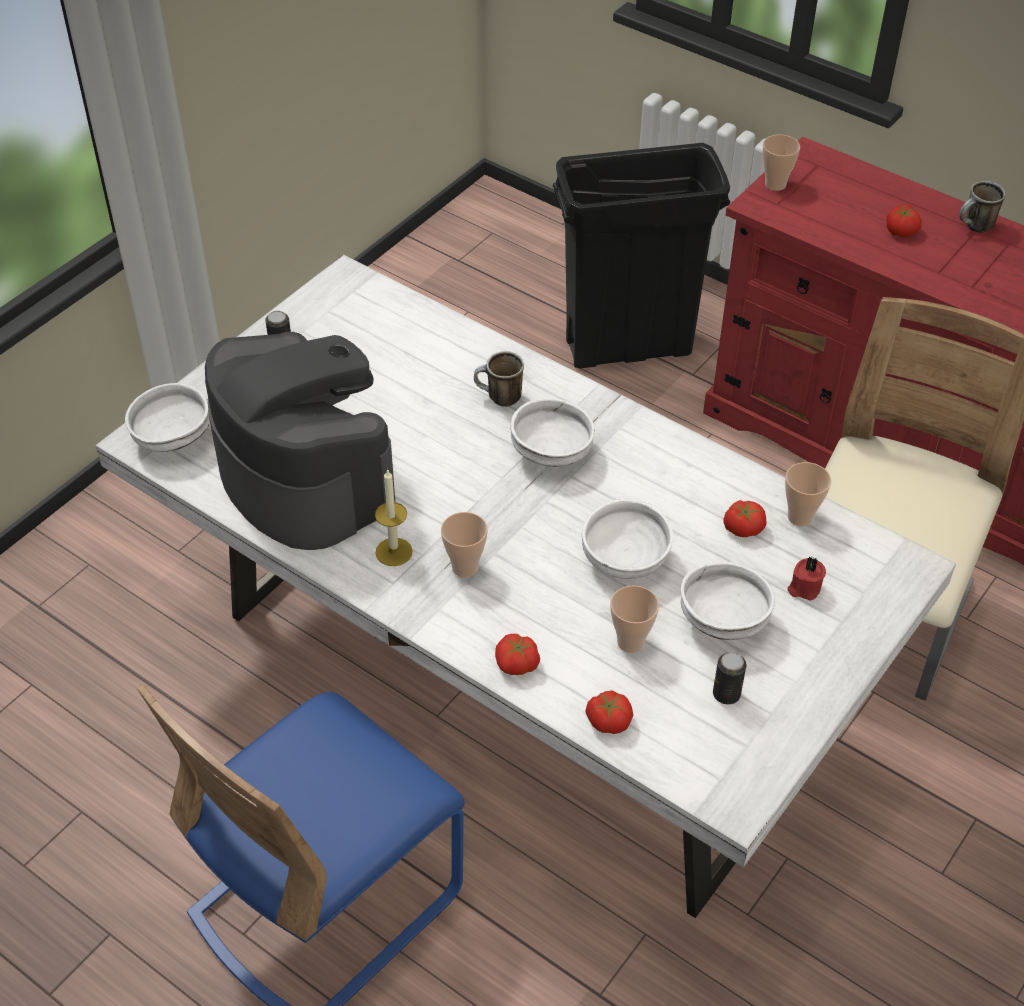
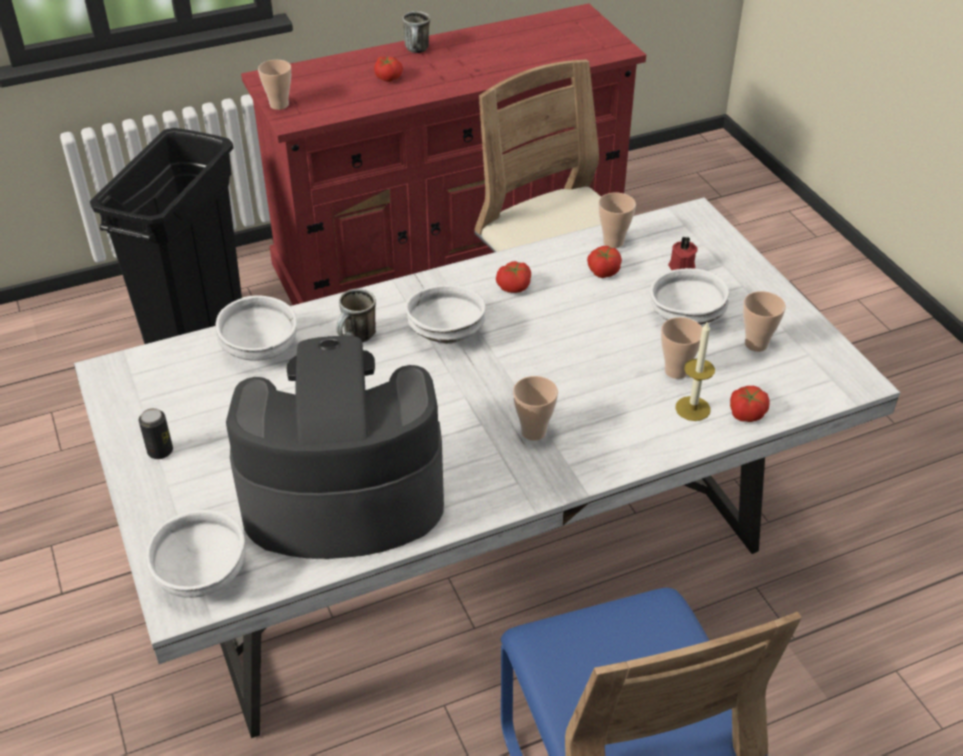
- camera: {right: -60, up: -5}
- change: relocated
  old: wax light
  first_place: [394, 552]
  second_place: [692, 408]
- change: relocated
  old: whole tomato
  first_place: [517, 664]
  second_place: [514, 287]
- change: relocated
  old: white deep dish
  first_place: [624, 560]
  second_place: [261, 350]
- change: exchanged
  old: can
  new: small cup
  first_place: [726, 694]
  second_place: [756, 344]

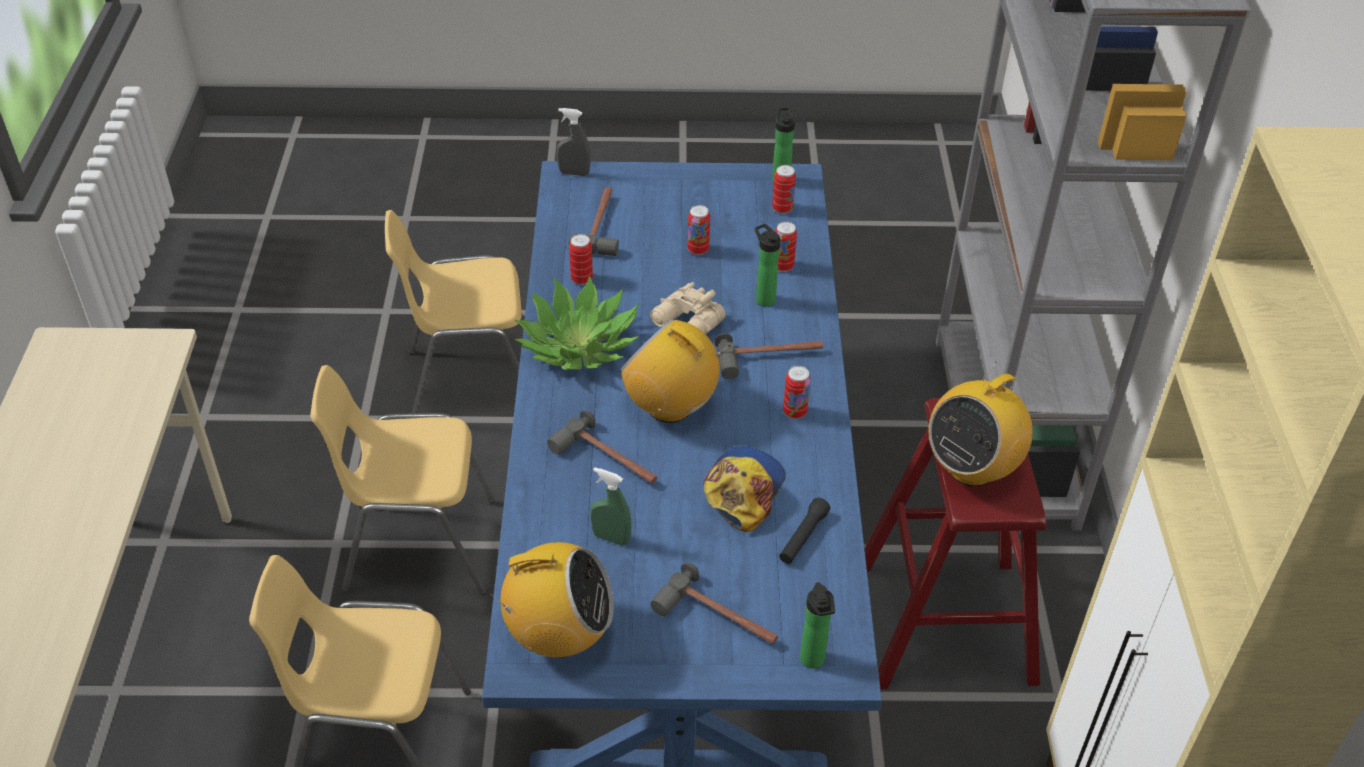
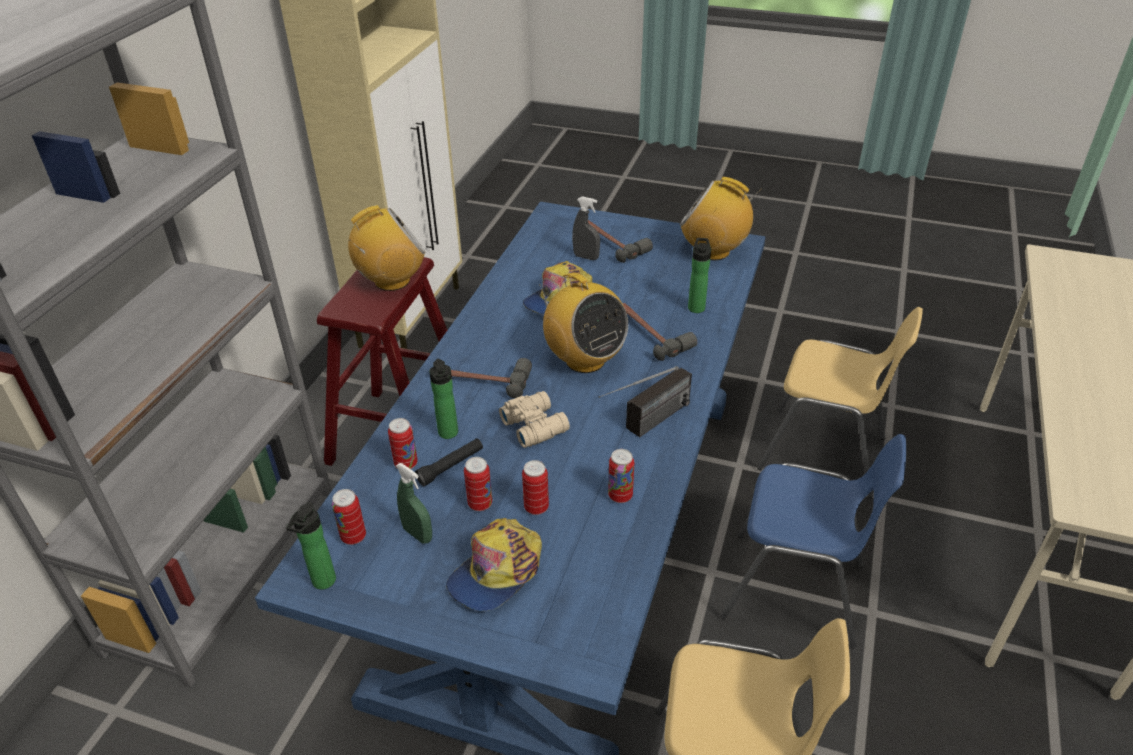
- camera: {right: -160, up: -5}
- change: missing
  old: tool hammer
  first_place: [602, 226]
- change: appeared
  new: peaked cap
  second_place: [496, 571]
- change: relocated
  old: grey spray bottle
  first_place: [574, 173]
  second_place: [586, 257]
- change: relocated
  old: green-coloured spray bottle
  first_place: [611, 538]
  second_place: [417, 534]
- change: relocated
  old: black hand torch
  first_place: [803, 537]
  second_place: [451, 467]
- change: relocated
  old: can
  first_place: [794, 412]
  second_place: [536, 507]
- change: relocated
  old: drink bottle
  first_place: [813, 662]
  second_place: [696, 306]
- change: exchanged
  old: potted plant
  new: radio set
  first_place: [578, 345]
  second_place: [645, 426]
- change: colour
  old: yellowish plain chair
  new: blue plain chair
  first_place: [418, 545]
  second_place: [795, 591]

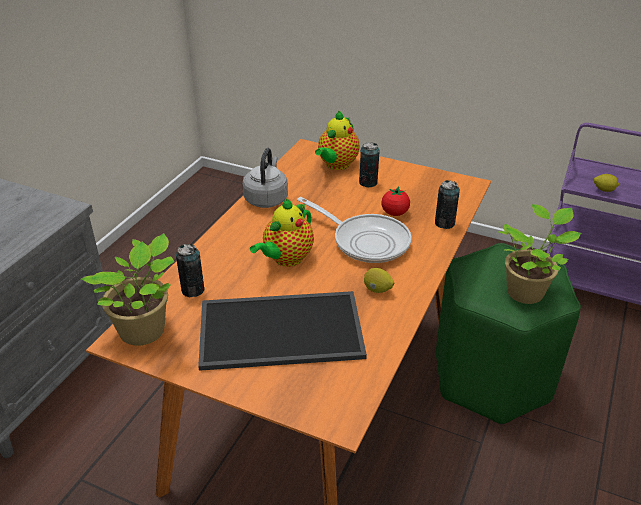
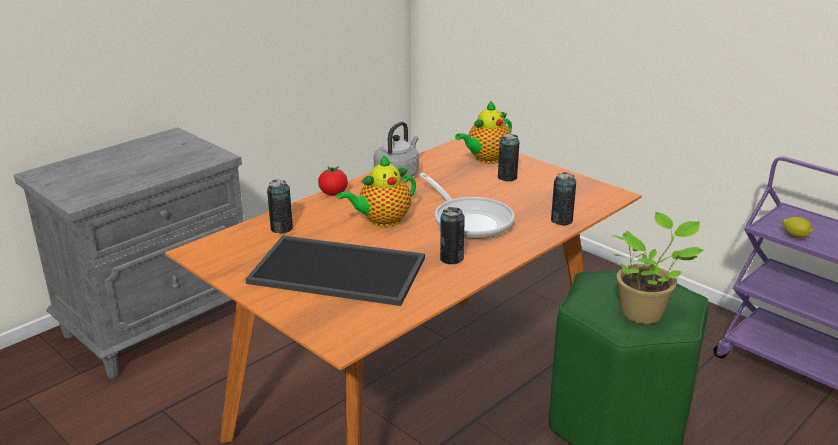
- camera: {right: 20, up: -10}
- change: missing
  old: potted plant
  first_place: [145, 331]
- change: relocated
  old: whole tomato
  first_place: [394, 213]
  second_place: [333, 193]
- change: exchanged
  old: citrus fruit
  new: can
  first_place: [377, 290]
  second_place: [451, 259]

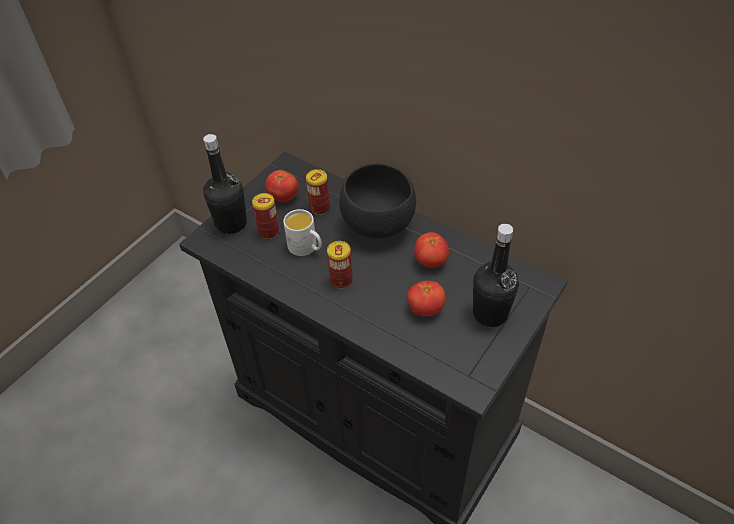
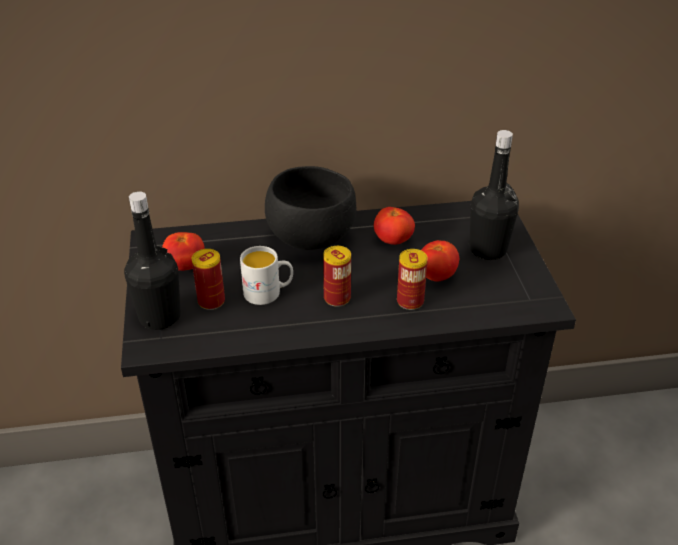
- camera: {right: -45, up: -10}
- change: relocated
  old: can
  first_place: [320, 208]
  second_place: [410, 301]

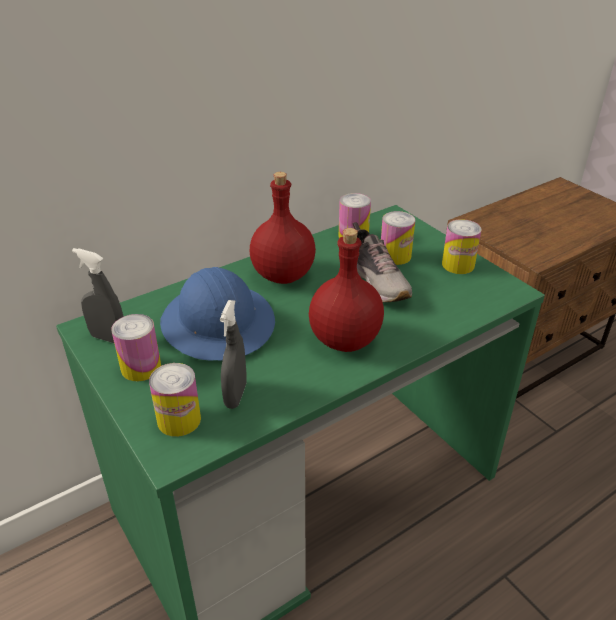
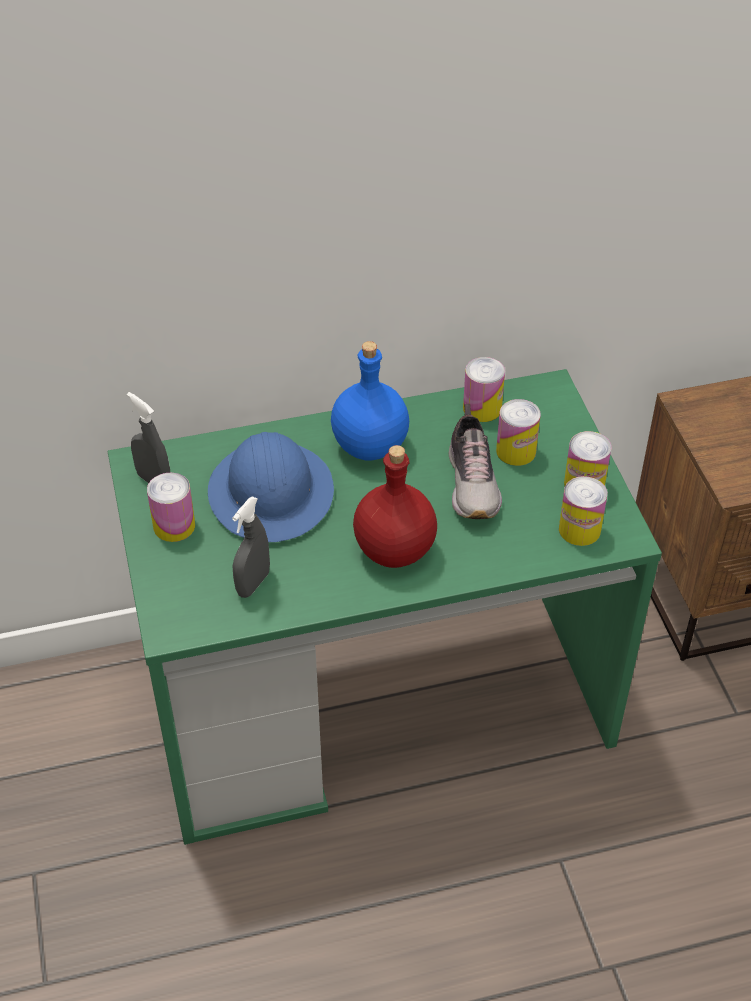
- camera: {right: 20, up: 10}
- change: relocated
  old: can
  first_place: [179, 420]
  second_place: [579, 530]
- change: colour
  old: red-coloured drink bottle
  new: blue drink bottle
  first_place: [282, 275]
  second_place: [369, 445]

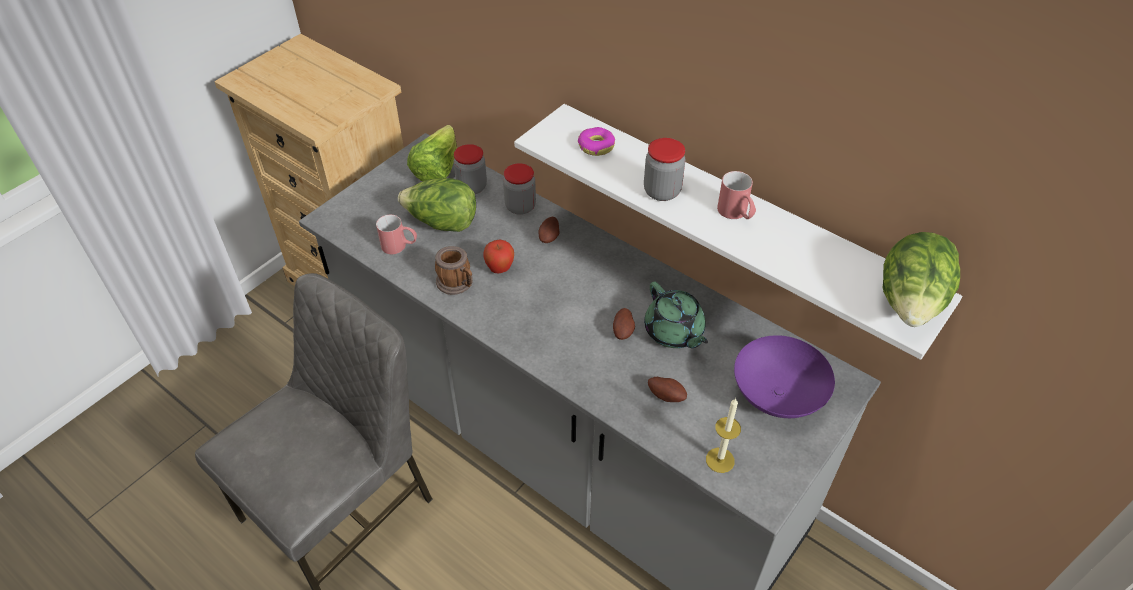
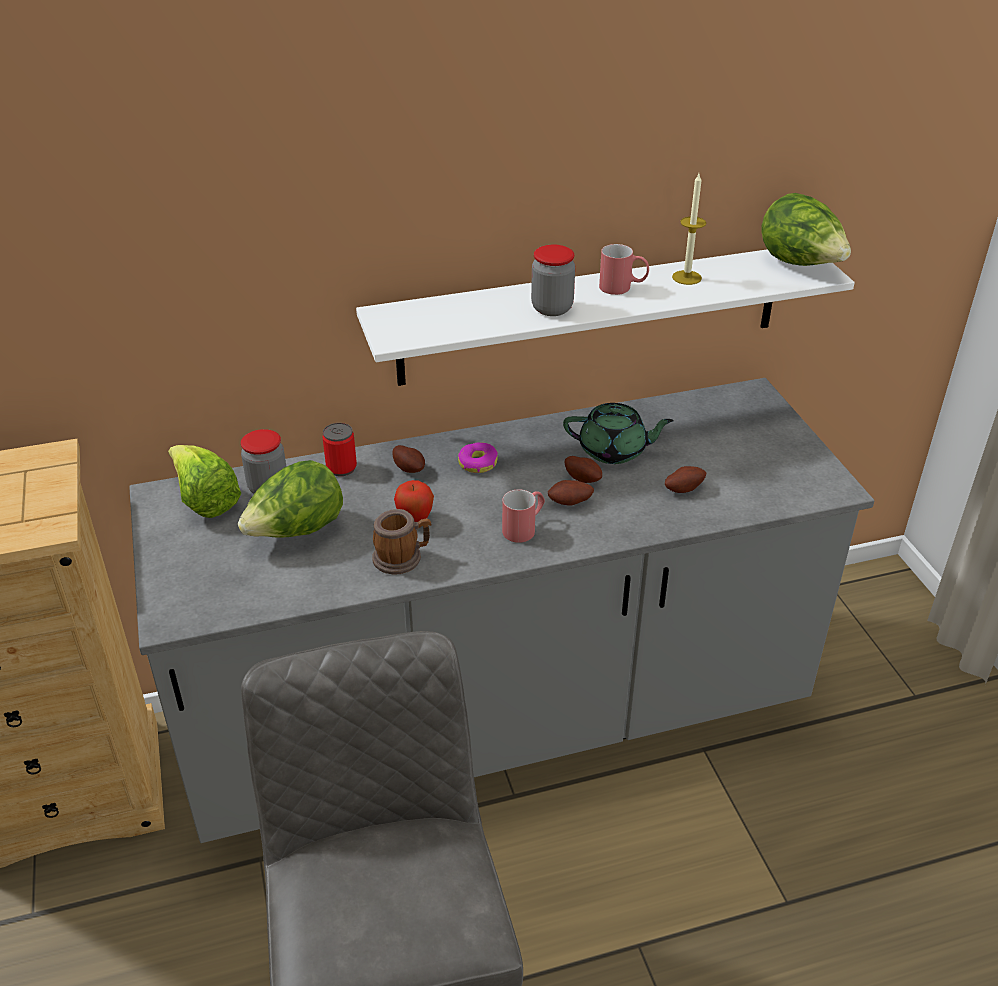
- camera: {right: -55, up: -10}
- change: missing
  old: purple deep dish
  first_place: [776, 394]
- change: appeared
  new: spud
  second_place: [570, 503]
- change: relocated
  old: red-coloured tea mug
  first_place: [400, 246]
  second_place: [524, 528]
- change: relocated
  old: doughnut
  first_place: [596, 146]
  second_place: [477, 463]
- change: relocated
  old: wax light
  first_place: [720, 460]
  second_place: [686, 277]
- change: exchanged
  old: storage jar
  new: can
  first_place: [520, 206]
  second_place: [341, 468]

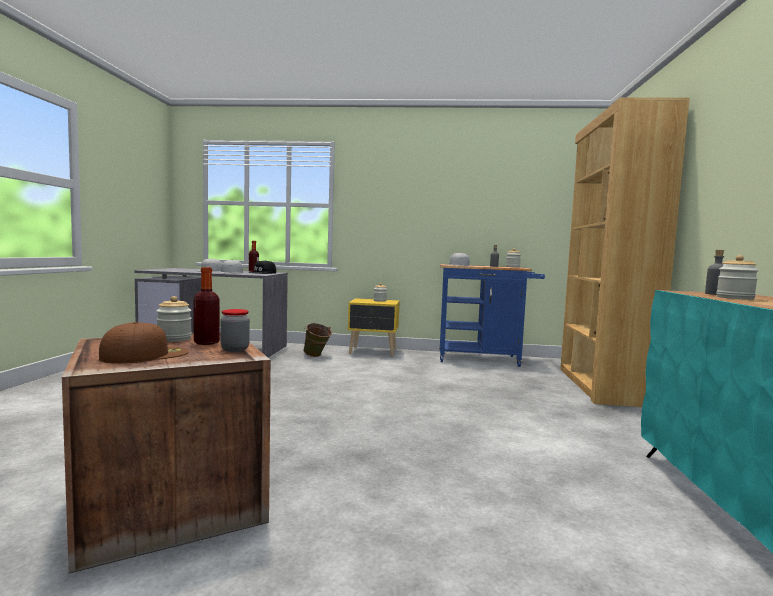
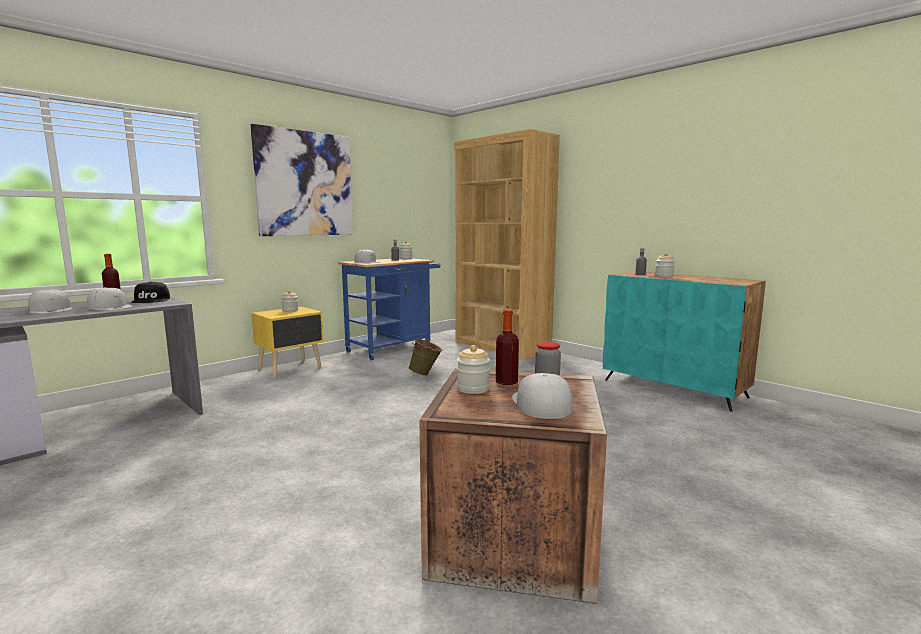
- camera: {right: -50, up: 5}
- change: appeared
  new: wall picture
  second_place: [305, 184]
- change: relocated
  old: green-coloured water bucket
  first_place: [316, 356]
  second_place: [426, 374]
- change: colour
  old: brown-coloured peaked cap
  new: white peaked cap
  first_place: [146, 354]
  second_place: [540, 403]

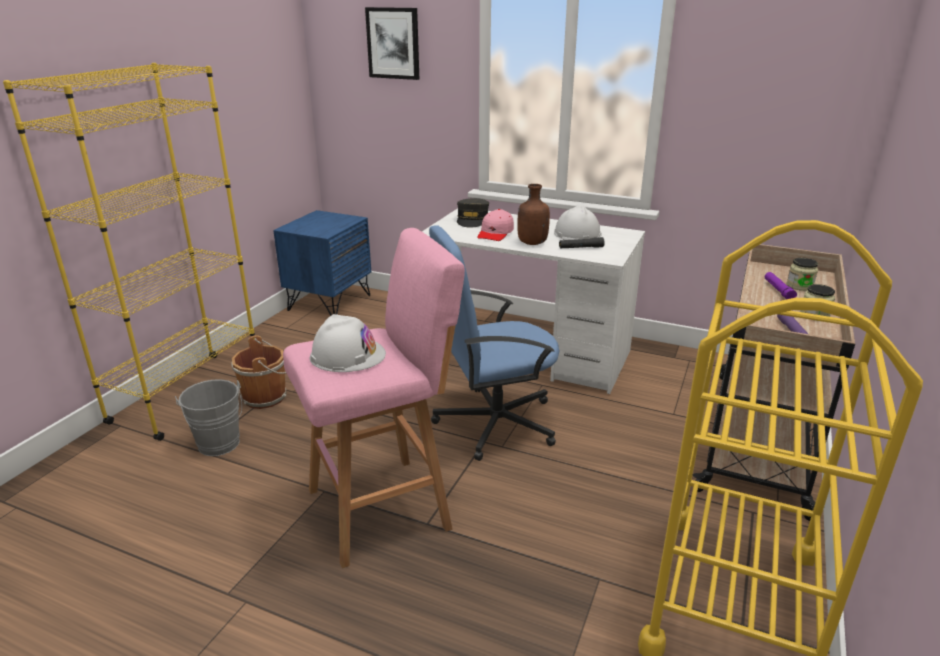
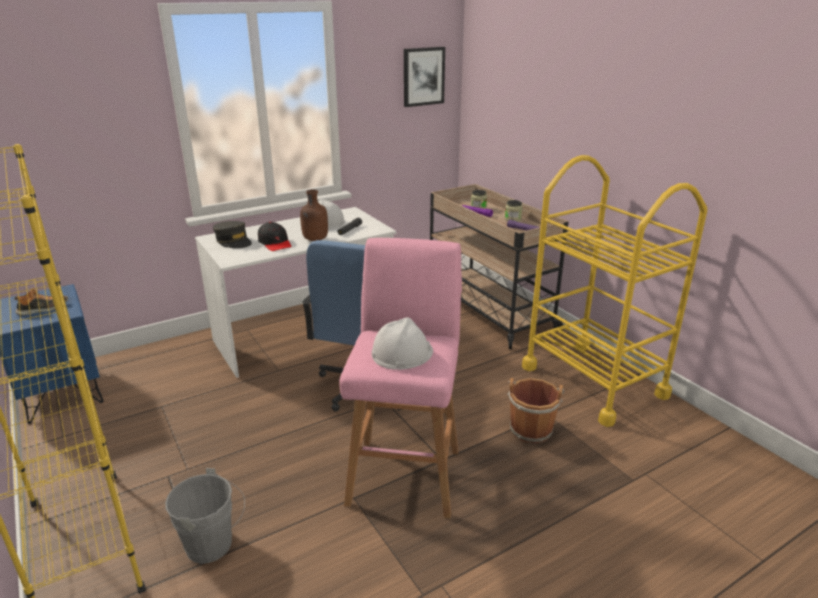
- camera: {right: -55, up: 0}
- change: appeared
  new: item of footwear
  second_place: [43, 309]
- change: relocated
  old: brown-coloured water bucket
  first_place: [267, 396]
  second_place: [530, 428]
- change: relocated
  old: wall picture
  first_place: [393, 43]
  second_place: [423, 76]
- change: colour
  old: pinkish peaked cap
  new: black peaked cap
  first_place: [495, 233]
  second_place: [275, 243]

